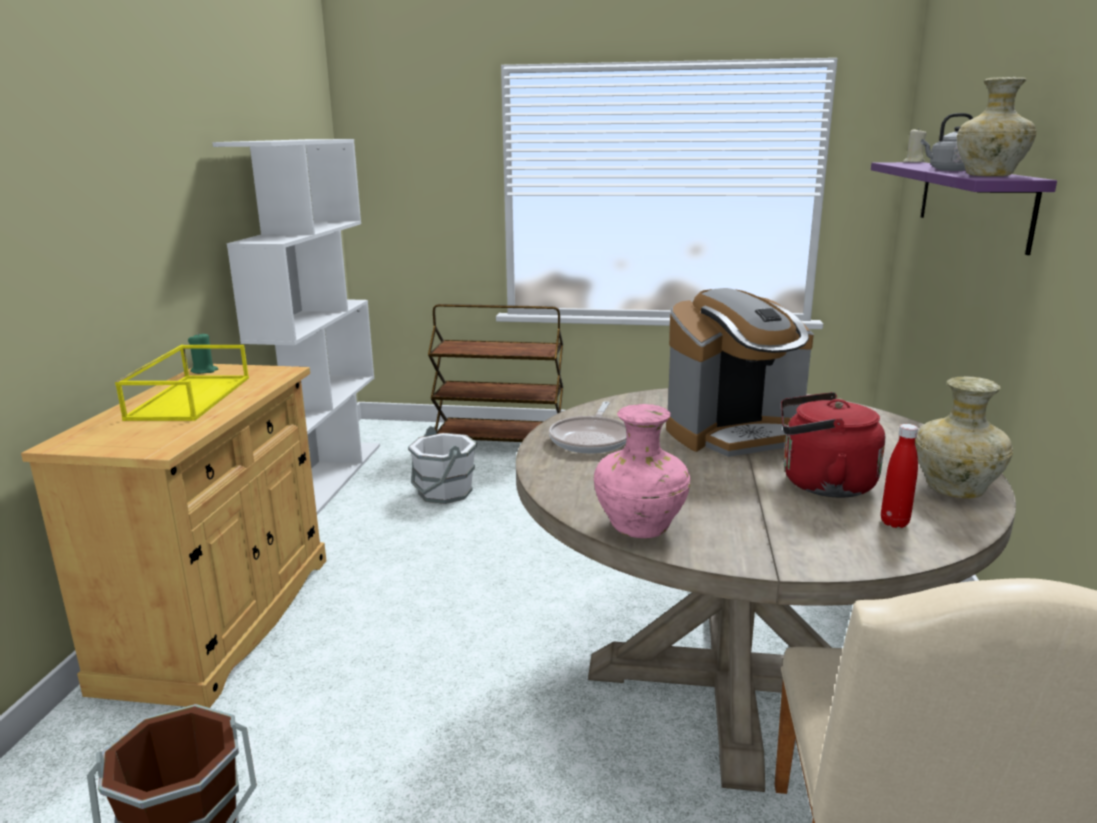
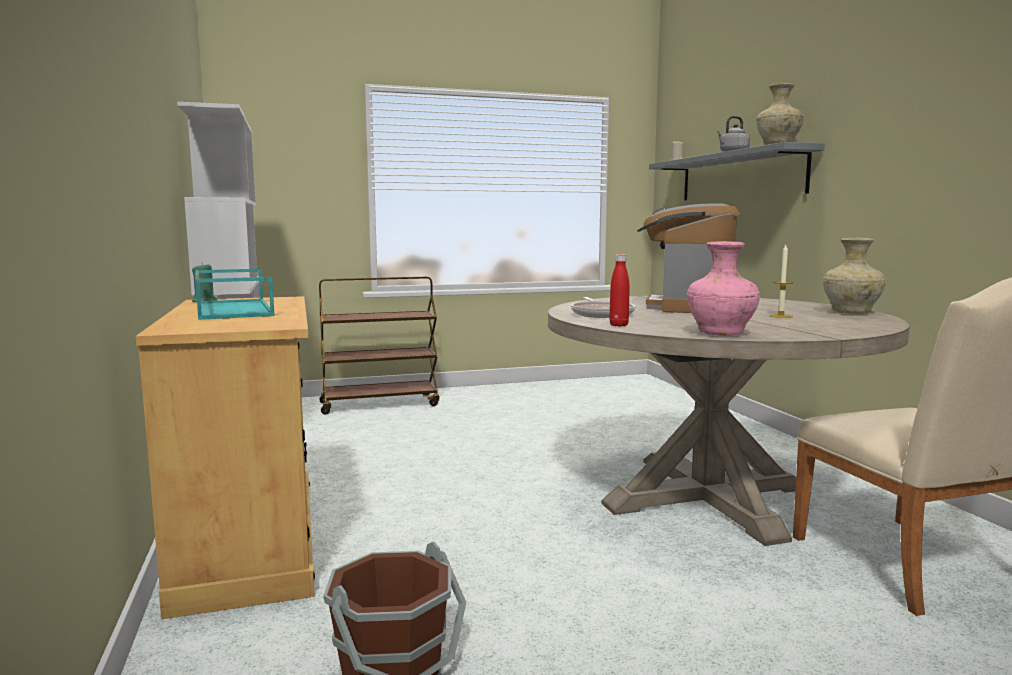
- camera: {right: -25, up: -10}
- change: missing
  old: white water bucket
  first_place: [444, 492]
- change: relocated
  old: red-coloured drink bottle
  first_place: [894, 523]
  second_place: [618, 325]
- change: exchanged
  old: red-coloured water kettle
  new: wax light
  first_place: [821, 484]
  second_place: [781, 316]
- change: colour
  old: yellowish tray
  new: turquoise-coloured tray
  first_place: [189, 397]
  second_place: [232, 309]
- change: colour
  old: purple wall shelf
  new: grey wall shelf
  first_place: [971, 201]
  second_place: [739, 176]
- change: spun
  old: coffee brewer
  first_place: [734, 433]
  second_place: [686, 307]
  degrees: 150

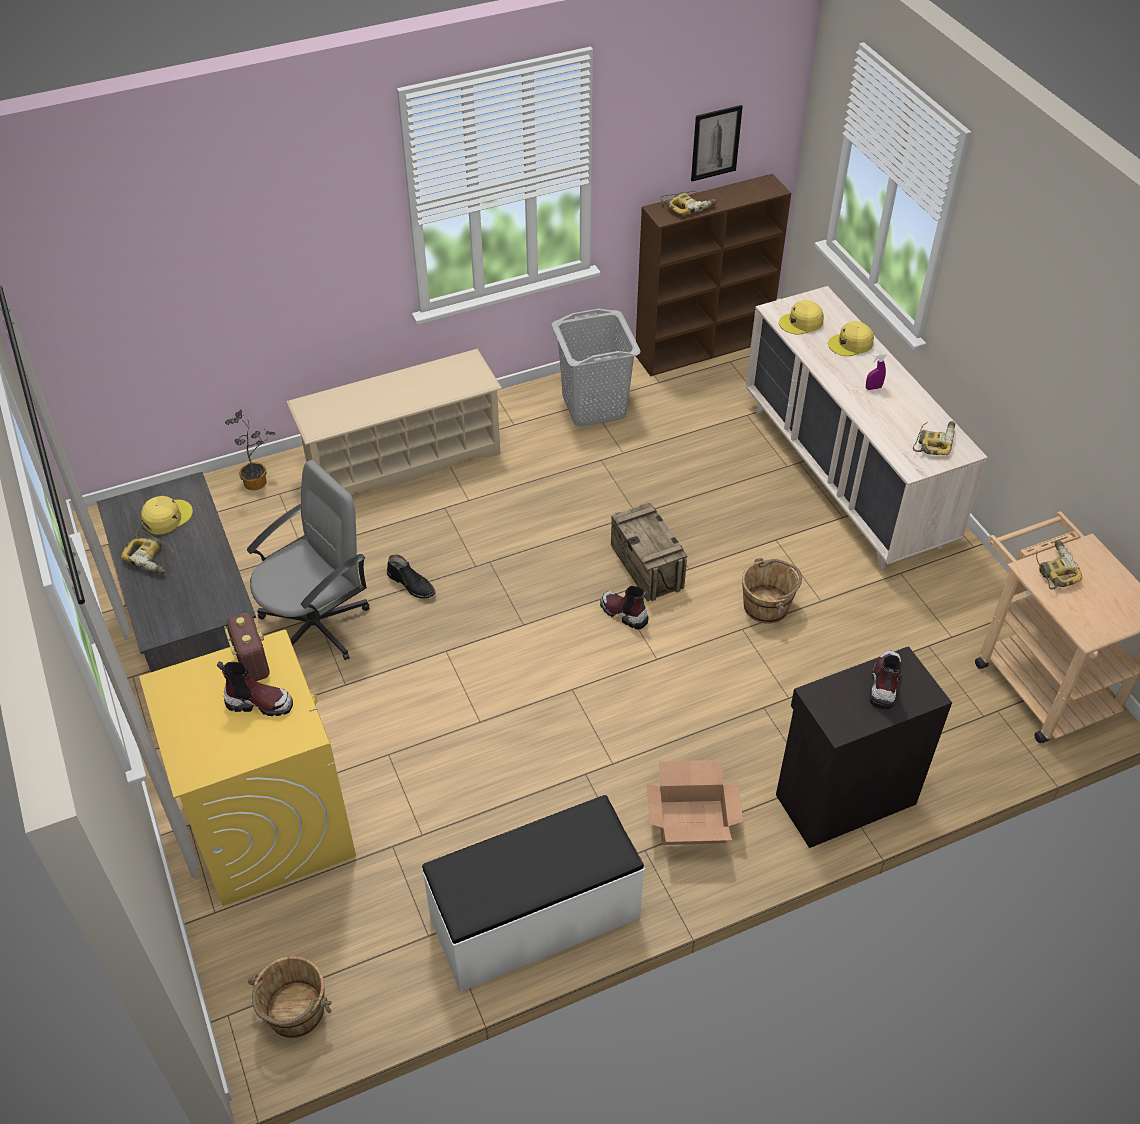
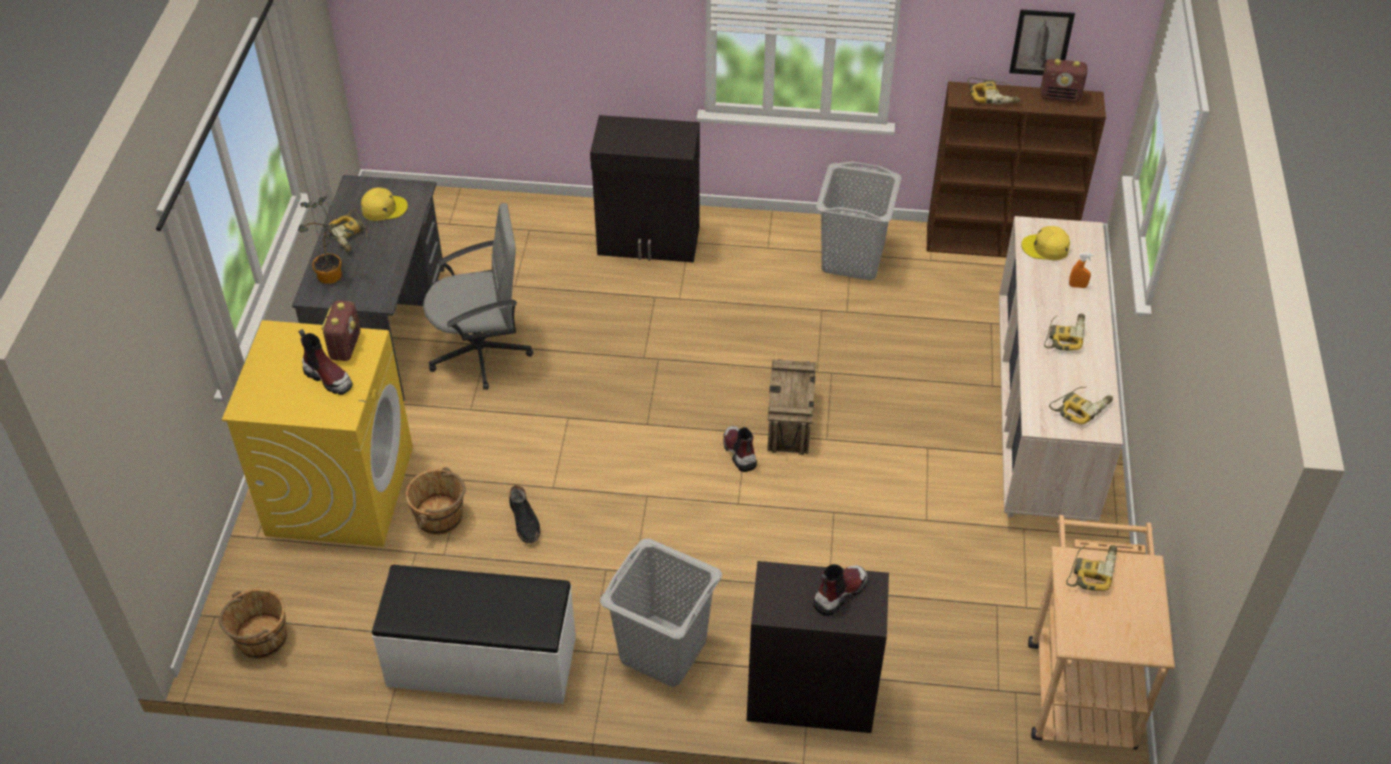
- camera: {right: 30, up: 0}
- change: appeared
  new: radio set
  second_place: [1060, 97]
- change: relocated
  old: potted plant
  first_place: [259, 481]
  second_place: [333, 276]
- change: relocated
  old: black high-top boot
  first_place: [412, 584]
  second_place: [525, 521]
- change: relocated
  old: brown-coloured water bucket
  first_place: [767, 606]
  second_place: [440, 517]
- change: exchanged
  old: beige shoe stand
  new: black cupboard
  first_place: [403, 461]
  second_place: [649, 242]
- change: exchanged
  old: carton
  new: grey laundry basket
  first_place: [690, 821]
  second_place: [663, 649]
- change: exchanged
  old: yellowish peaked cap
  new: orange-coloured spray bottle
  first_place: [850, 344]
  second_place: [1077, 286]
- change: exchanged
  old: purple spray bottle
  new: drill
  first_place: [873, 388]
  second_place: [1064, 335]

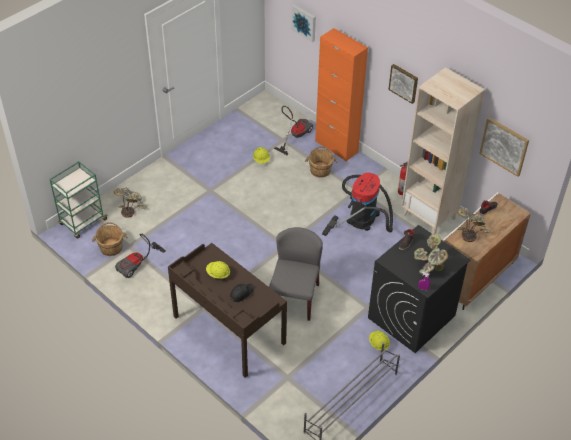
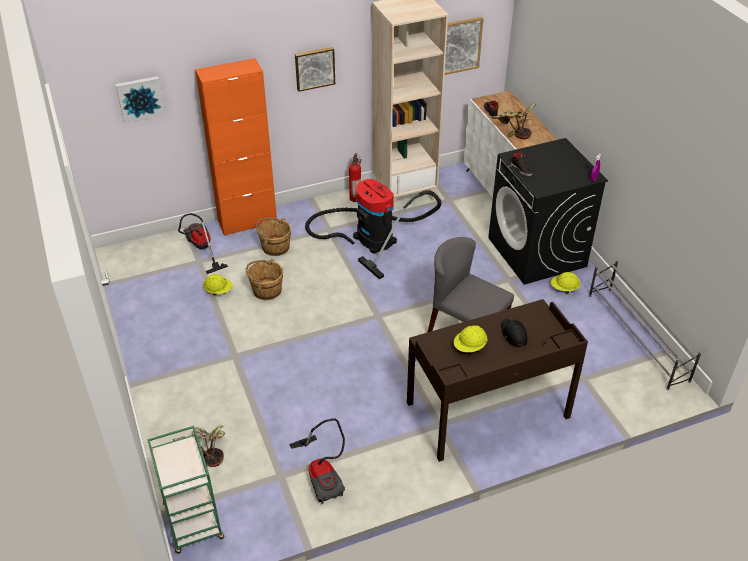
- camera: {right: -65, up: -5}
- change: missing
  old: potted plant
  first_place: [429, 266]
- change: relocated
  old: brown-coloured water bucket
  first_place: [111, 247]
  second_place: [266, 290]

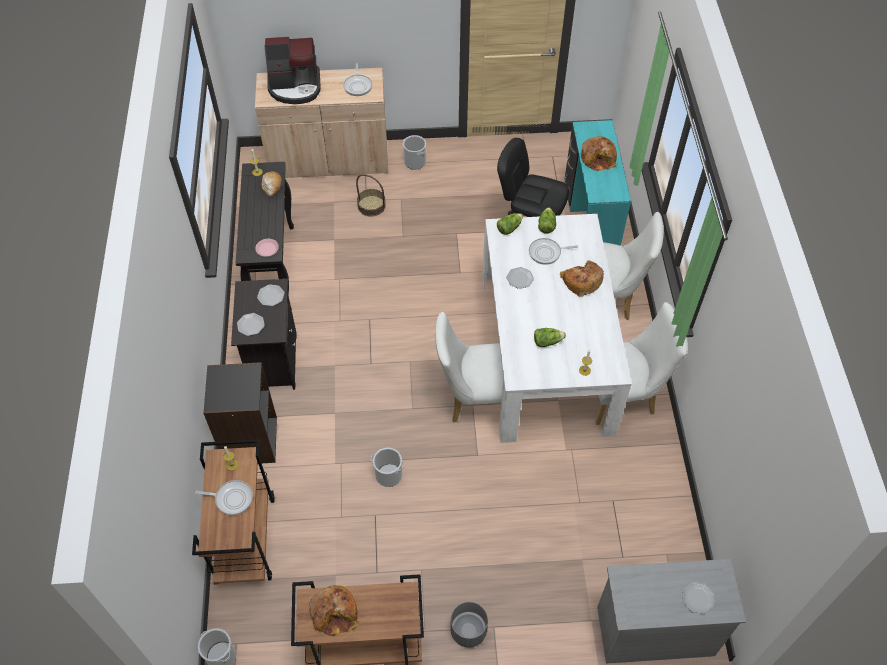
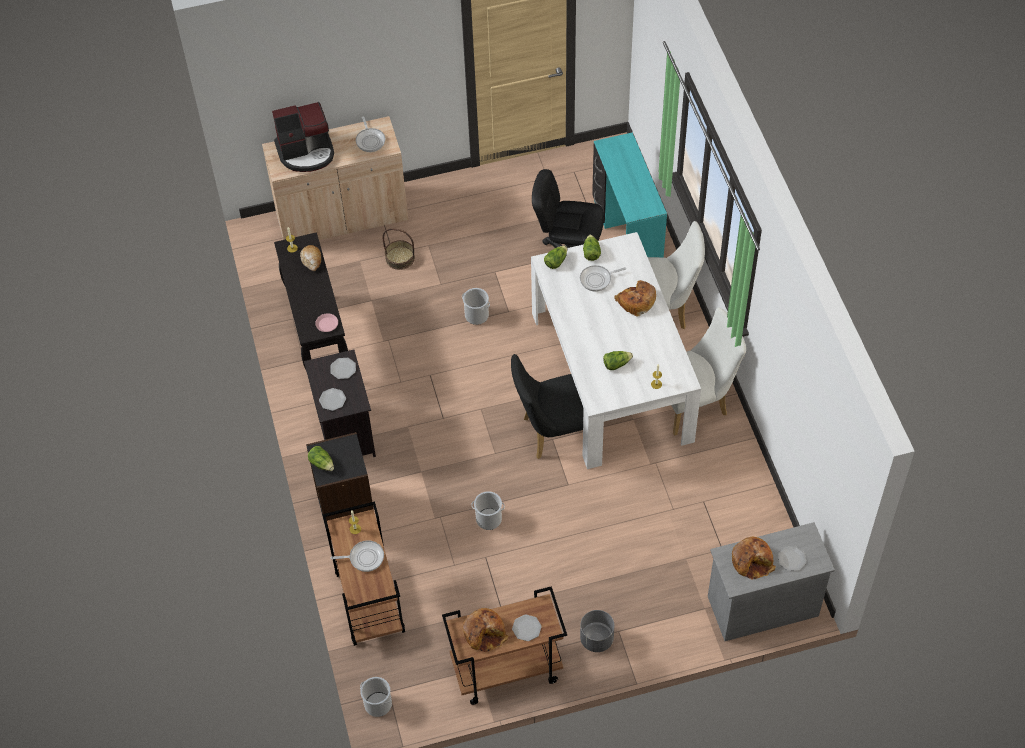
- camera: {right: -10, up: 0}
- change: appeared
  new: lettuce
  second_place: [322, 463]
- change: relocated
  old: water bucket
  first_place: [415, 162]
  second_place: [476, 315]
- change: relocated
  old: dinner plate
  first_place: [520, 278]
  second_place: [527, 628]
- change: relocated
  old: bread
  first_place: [598, 158]
  second_place: [752, 561]
- change: colour
  old: white plain chair
  new: black plain chair
  first_place: [474, 399]
  second_place: [553, 433]

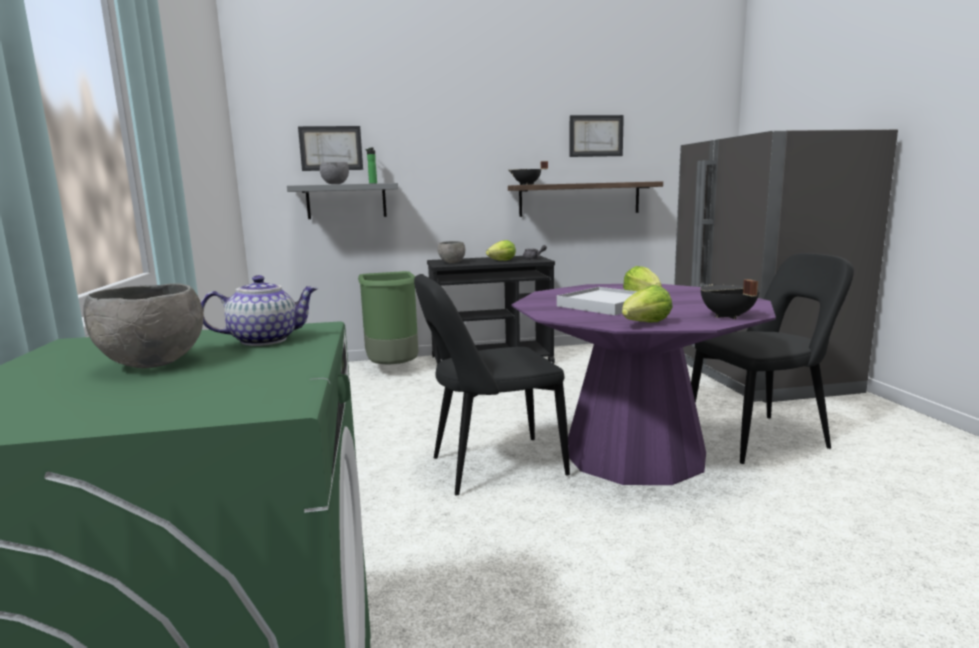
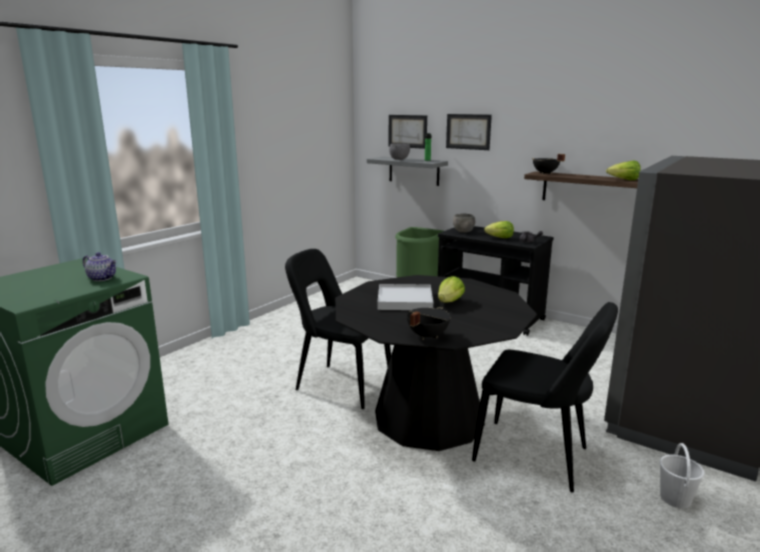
- camera: {right: 45, up: 5}
- change: missing
  old: grey deep dish
  first_place: [155, 364]
- change: appeared
  new: white water bucket
  second_place: [675, 499]
- change: relocated
  old: wall picture
  first_place: [596, 136]
  second_place: [468, 131]
- change: relocated
  old: lettuce
  first_place: [645, 324]
  second_place: [624, 180]
- change: colour
  old: purple dining table
  new: black dining table
  first_place: [634, 452]
  second_place: [428, 417]

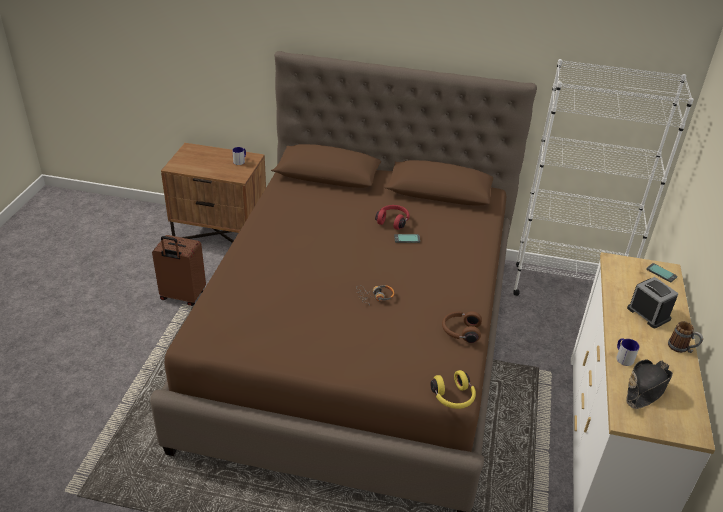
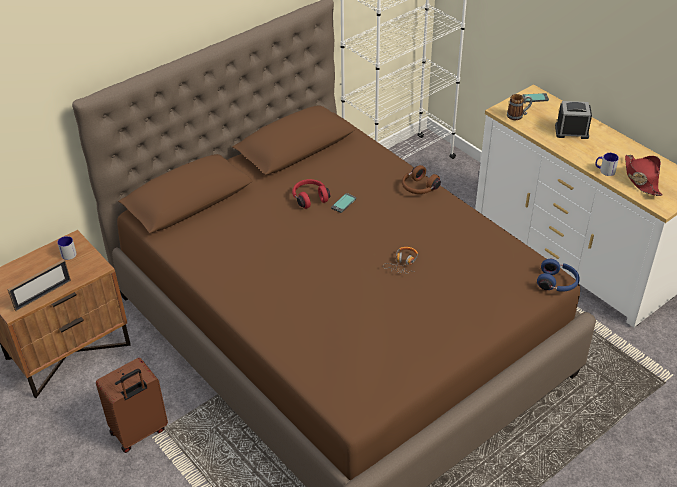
- camera: {right: -50, up: 5}
- change: appeared
  new: photo frame
  second_place: [43, 295]
- change: relocated
  old: brown-coloured headphones
  first_place: [460, 332]
  second_place: [418, 188]
- change: relocated
  old: tea mug
  first_place: [681, 348]
  second_place: [518, 116]
- change: colour
  old: yellowish headphones
  new: blue headphones
  first_place: [453, 398]
  second_place: [557, 283]
- change: colour
  old: black clothing hat
  new: red-coloured clothing hat
  first_place: [646, 388]
  second_place: [641, 179]

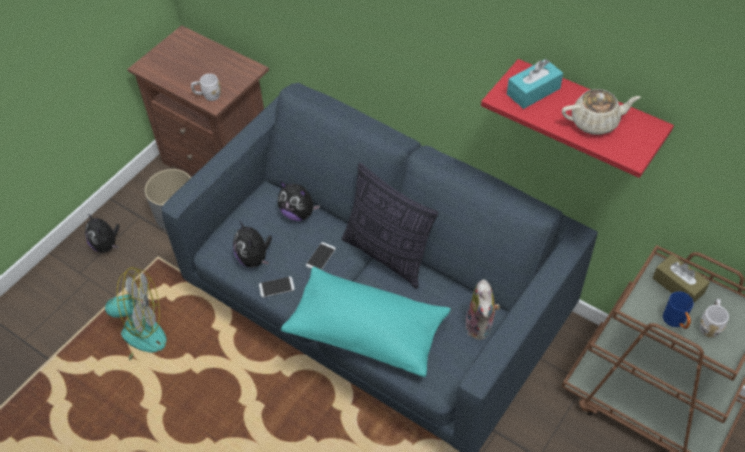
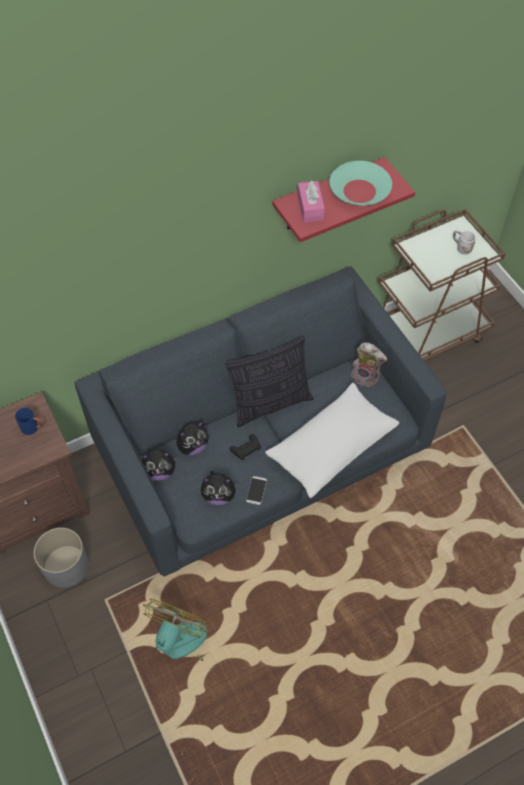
- camera: {right: -65, up: 5}
- change: missing
  old: white tea mug
  first_place: [208, 96]
- change: missing
  old: brown-coloured tissue holder
  first_place: [678, 285]
- change: relocated
  old: soft toy
  first_place: [106, 245]
  second_place: [159, 471]
- change: relocated
  old: blue tea mug
  first_place: [676, 322]
  second_place: [33, 428]
- change: exchanged
  old: telephone
  new: black joypad
  first_place: [320, 257]
  second_place: [246, 448]
- change: exchanged
  old: beige tea pot
  new: turquoise-coloured deep dish
  first_place: [595, 122]
  second_place: [359, 191]
- change: colour
  old: turquoise-coloured cushion
  new: white cushion
  first_place: [367, 331]
  second_place: [331, 447]
- change: colour
  old: turquoise-coloured tissue holder
  new: pinkish tissue holder
  first_place: [533, 91]
  second_place: [310, 207]

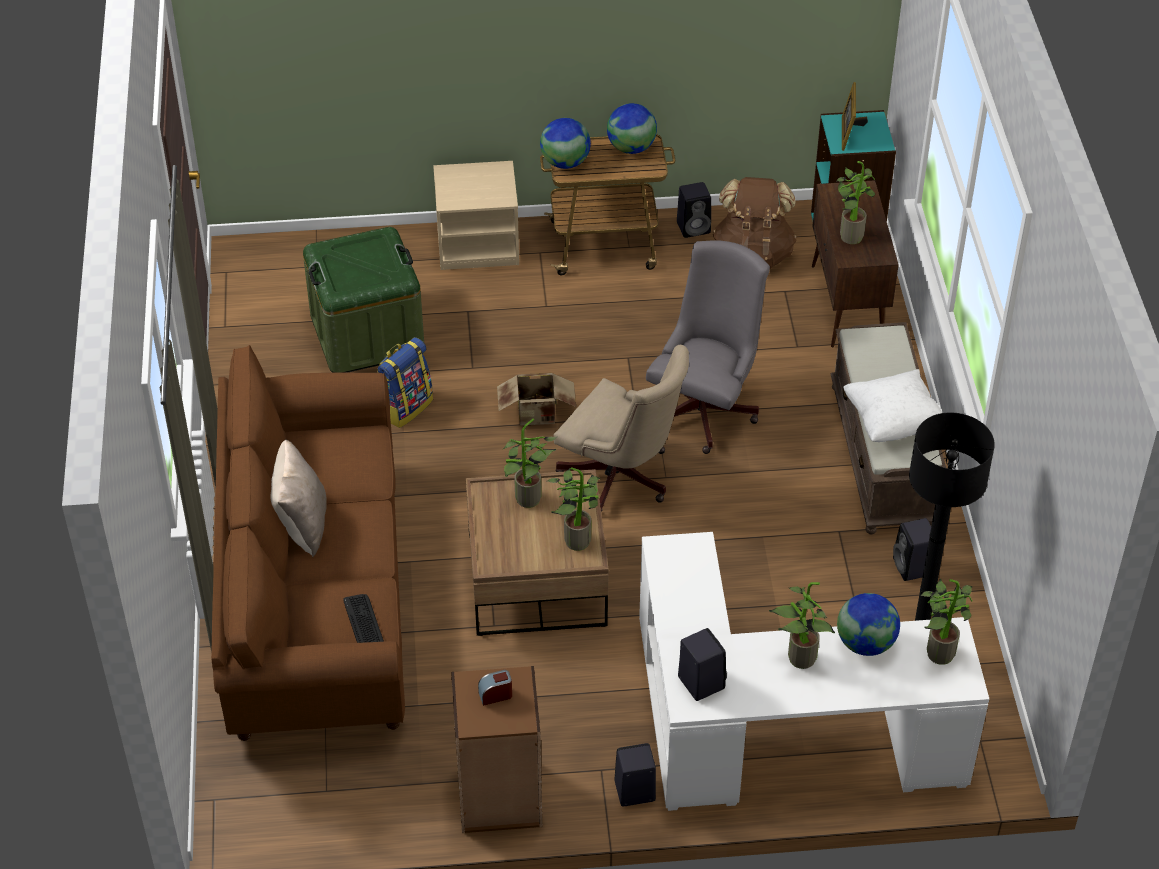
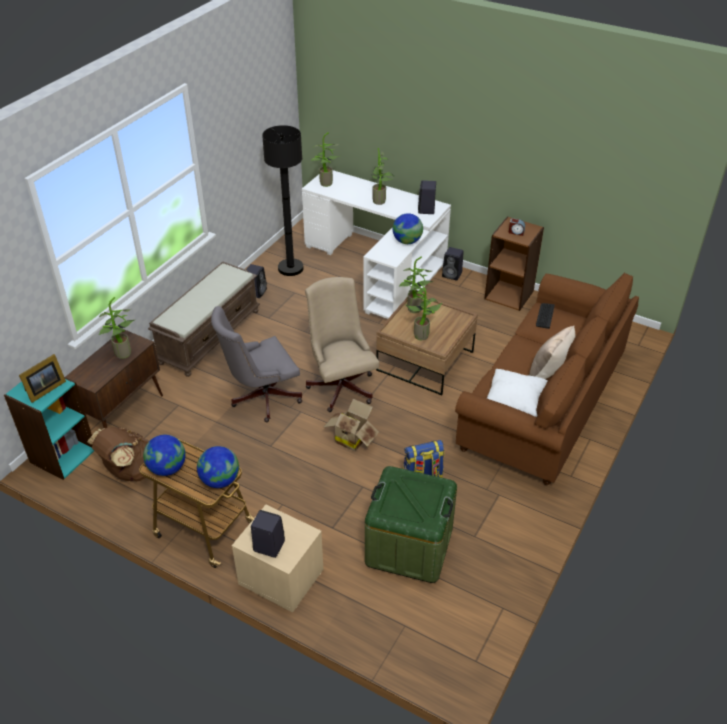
- camera: {right: -145, up: -5}
- change: relocated
  old: black audio speaker
  first_place: [694, 227]
  second_place: [268, 546]
- change: relocated
  old: globe
  first_place: [865, 643]
  second_place: [407, 241]
- change: relocated
  old: white cushion
  first_place: [893, 422]
  second_place: [513, 404]

